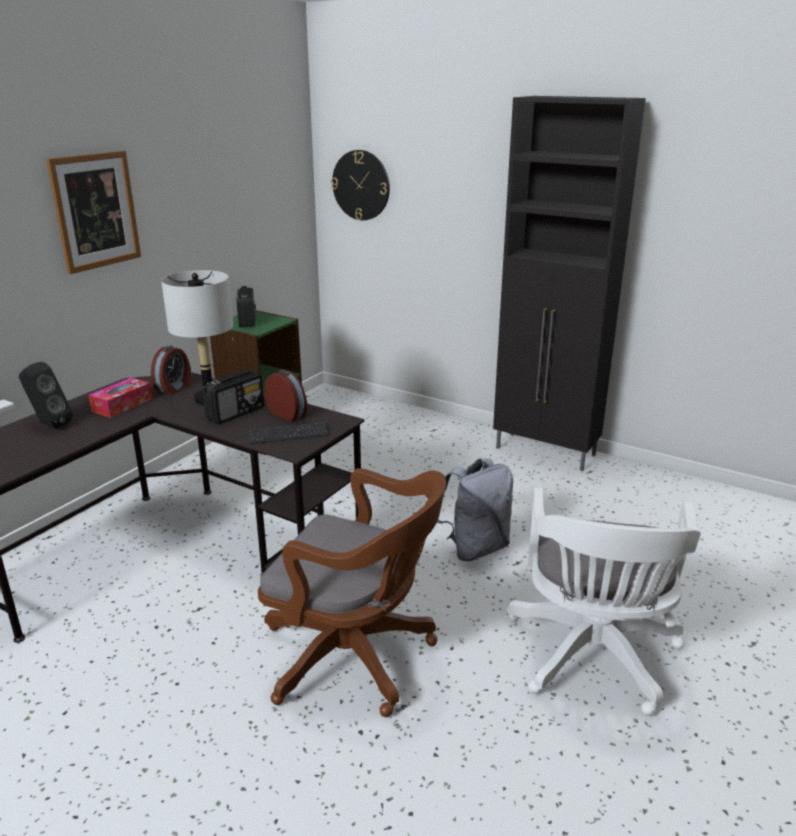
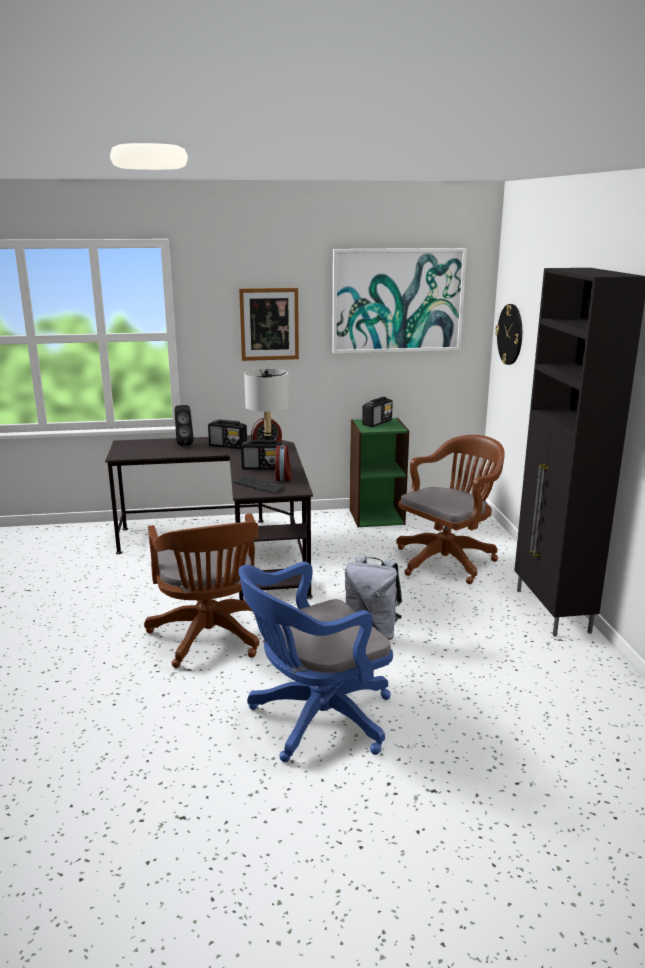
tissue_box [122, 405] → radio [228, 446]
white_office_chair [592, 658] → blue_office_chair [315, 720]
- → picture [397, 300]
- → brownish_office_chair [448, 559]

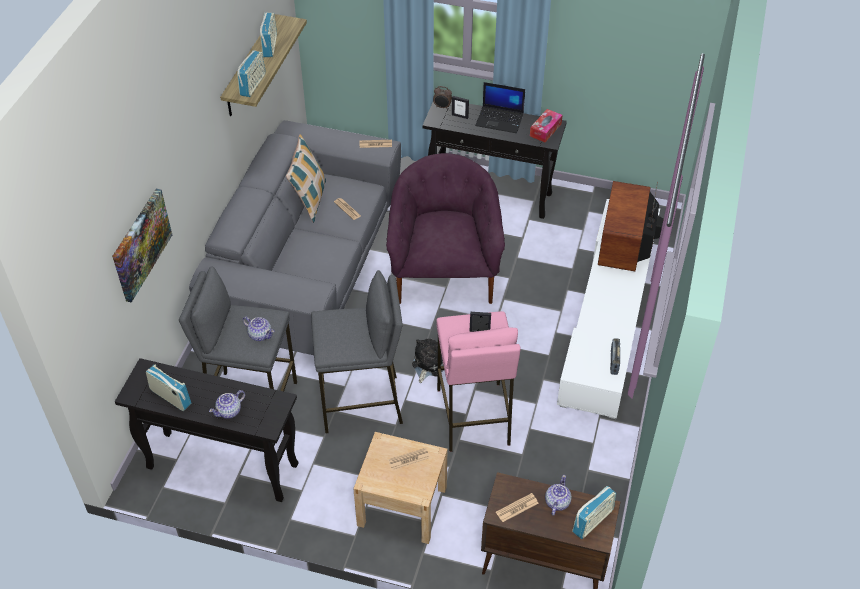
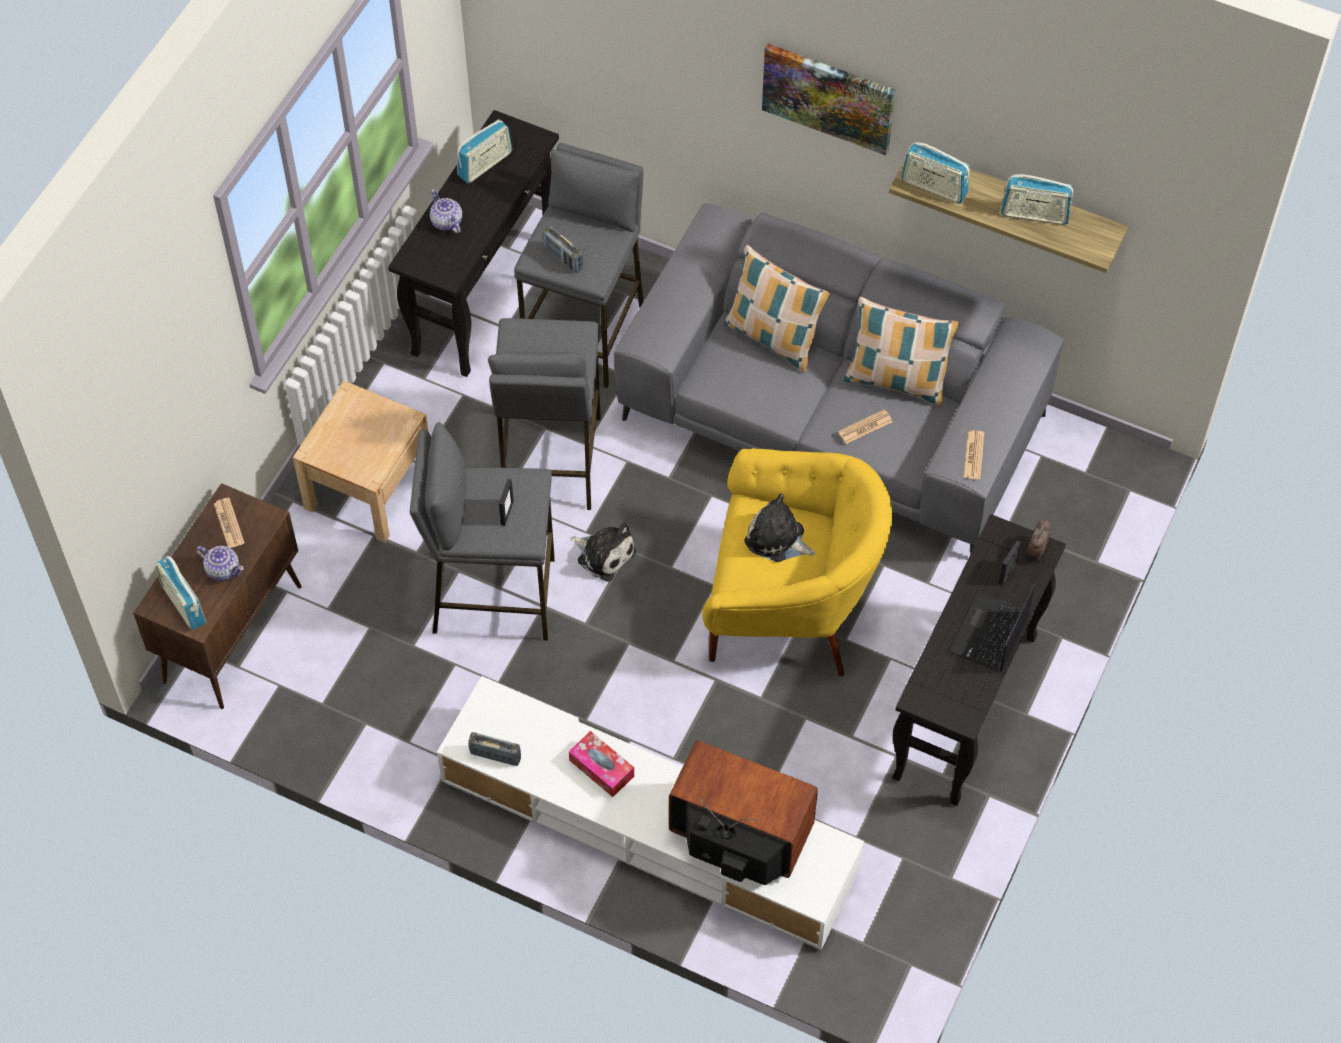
tissue_box [545, 130] → tissue_box [601, 768], shifted
purple_armchair [444, 272] → yellowish_armchair [788, 604]
picture [141, 244] → picture [828, 97], shifted
pink-coloured_stool_seat [473, 417] → greyish_stool_seat [493, 595]
tea_pot [260, 334] → radio [563, 258]
newspaper [409, 459] → -
- → throw_pillow [773, 338]
- → soft_toy [777, 539]

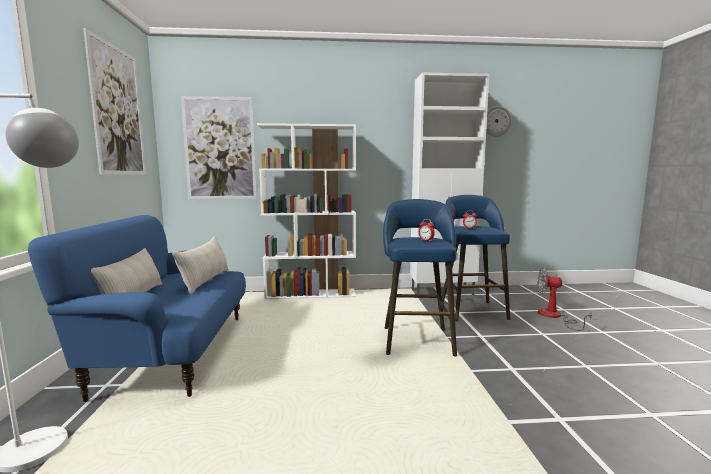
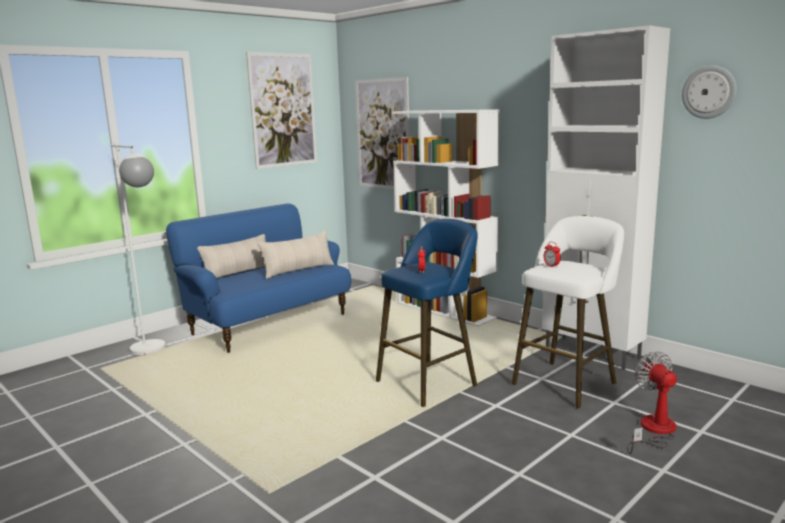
blue_stool_seat [471, 309] → white_stool_seat [567, 381]

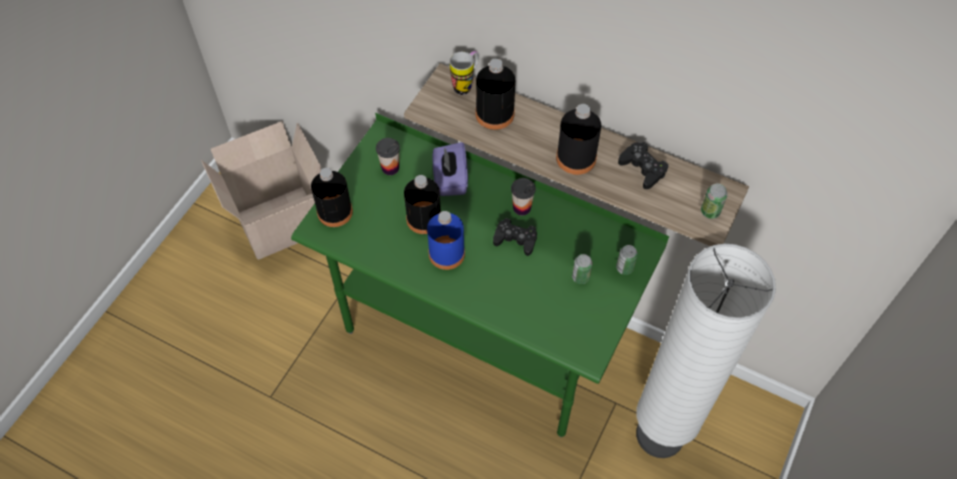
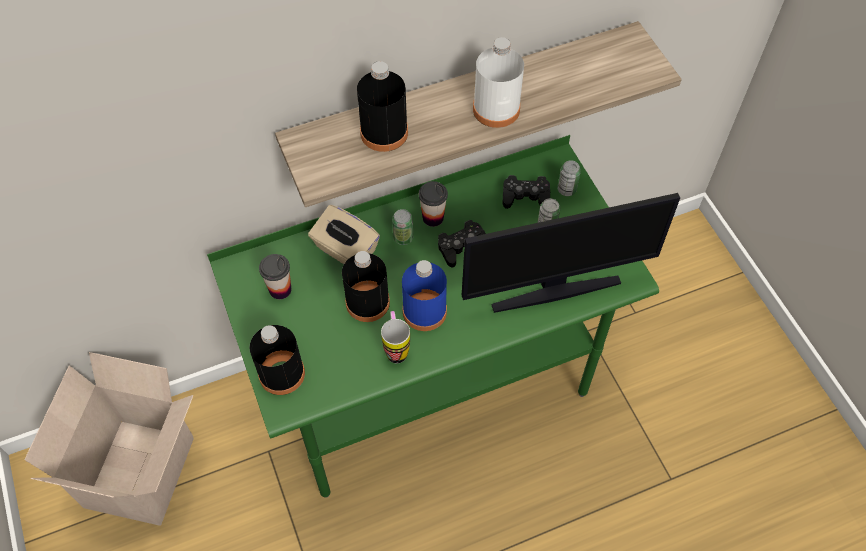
coffee_mug [466, 85] → coffee_mug [396, 348], shifted
black-coloured_drink_bottle [576, 158] → white_drink_bottle [496, 109]
purple_tissue_box [450, 179] → sand-coloured_tissue_box [345, 250]
black-coloured_joypad [642, 168] → black-coloured_joypad [525, 196], shifted
sealed_can [710, 211] → sealed_can [403, 238], shifted
white_standard_lamp [659, 434] → -
- → monitor [555, 290]

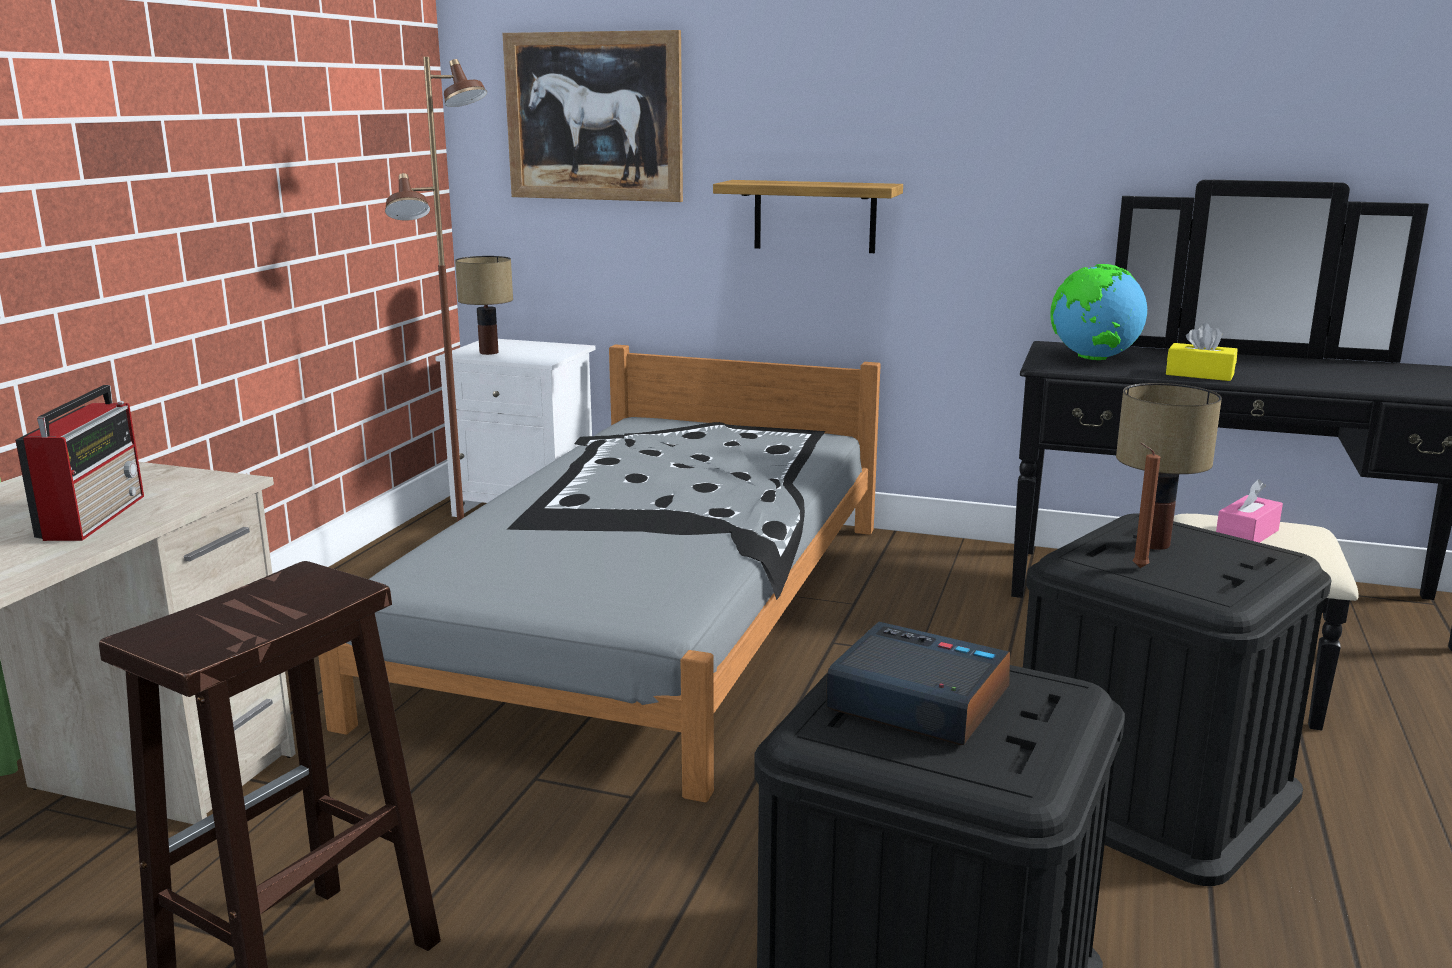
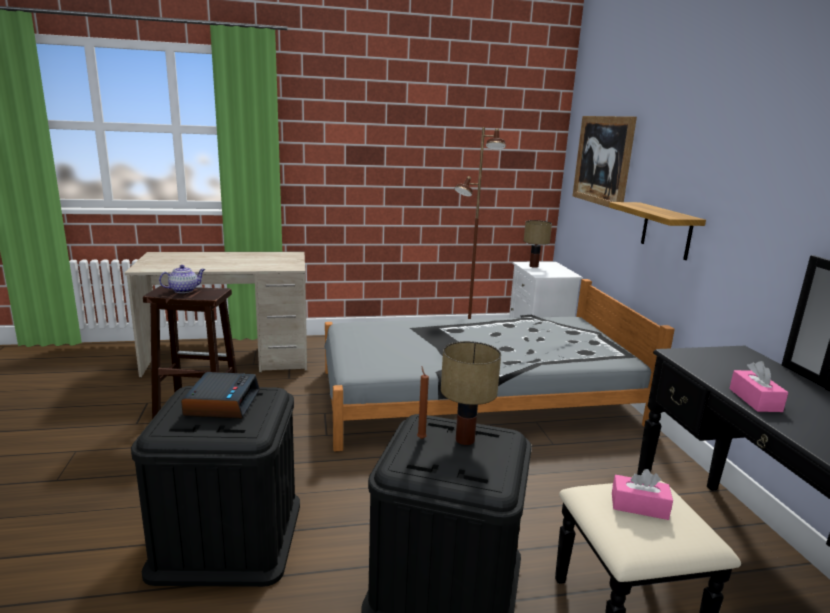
world_globe [1093, 359] → -
yellowish_tissue_box [1199, 374] → pink-coloured_tissue_box [755, 400]
radio [95, 516] → -
- → tea_pot [184, 290]

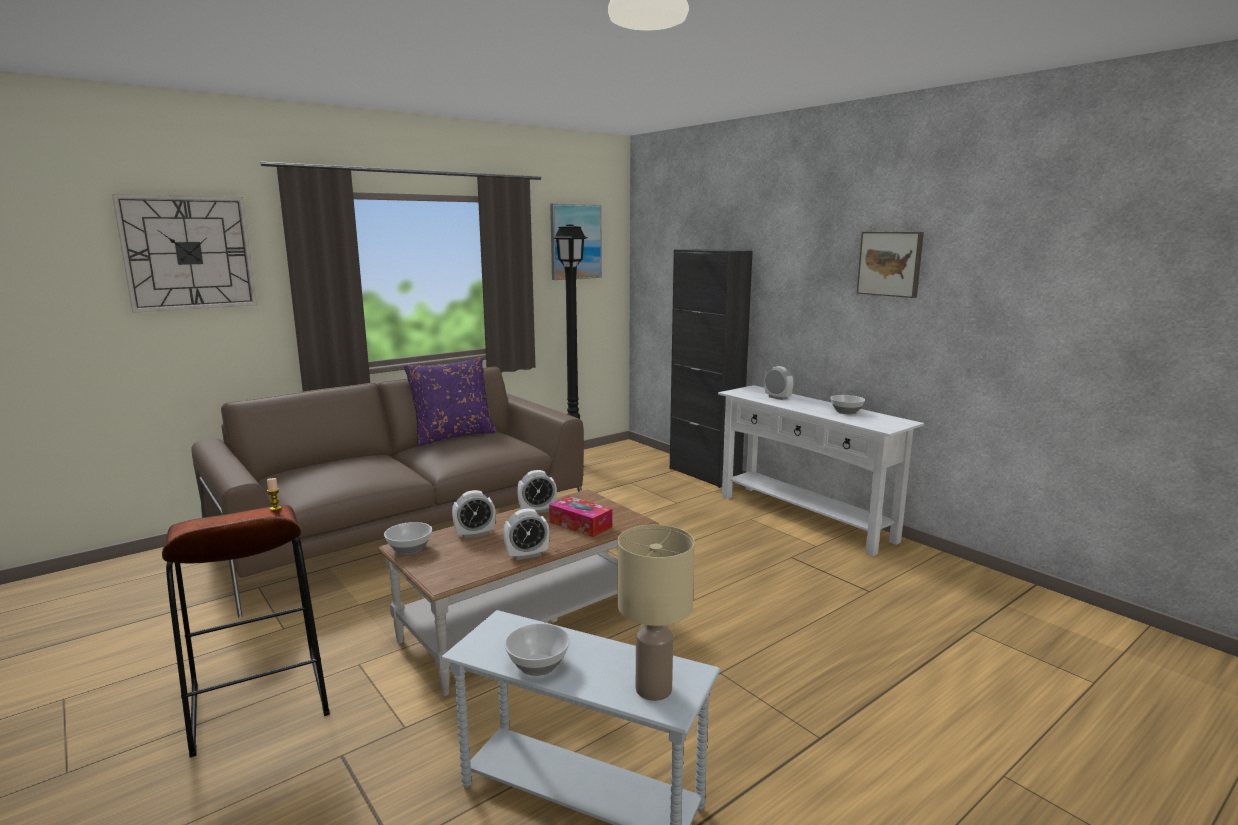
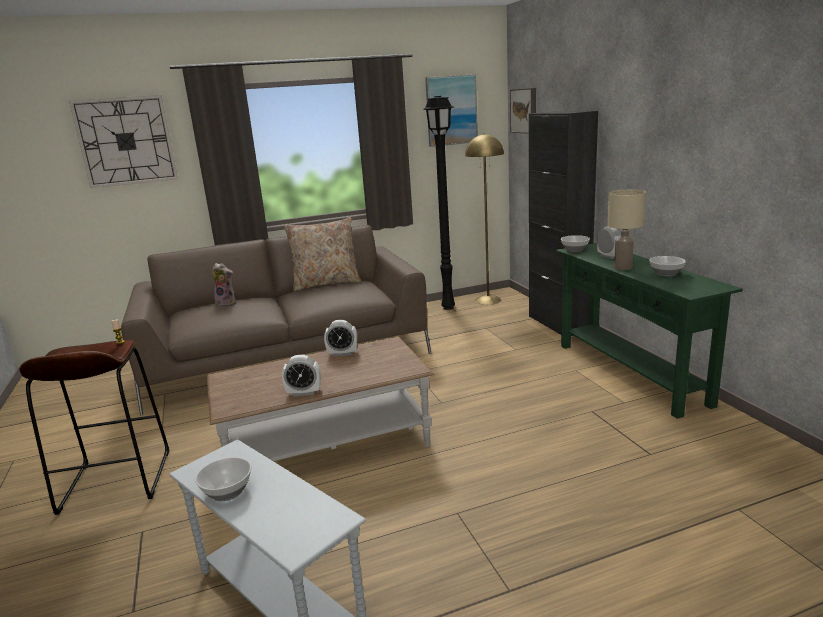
picture [890, 263] → picture [524, 111], shifted
purple_throw_pillow [453, 436] → sand-coloured_throw_pillow [326, 283]
white_hall_table [804, 517] → green_hall_table [630, 373]
bedside_clock [475, 534] → -
tissue_box [580, 524] → -
bowl [408, 549] → bowl [574, 250], shifted
sand-coloured_lamp_for_a_table [653, 688] → sand-coloured_lamp_for_a_table [622, 267], shifted
- → yellowish_standard_lamp [488, 300]
- → soft_toy [227, 303]

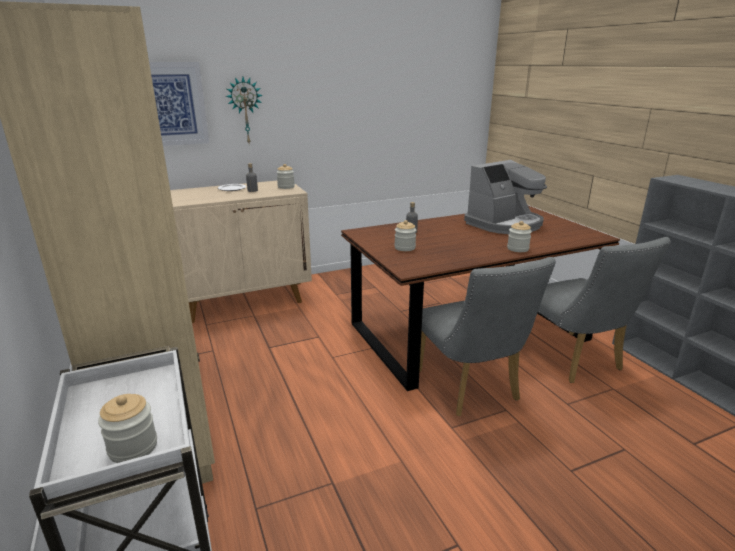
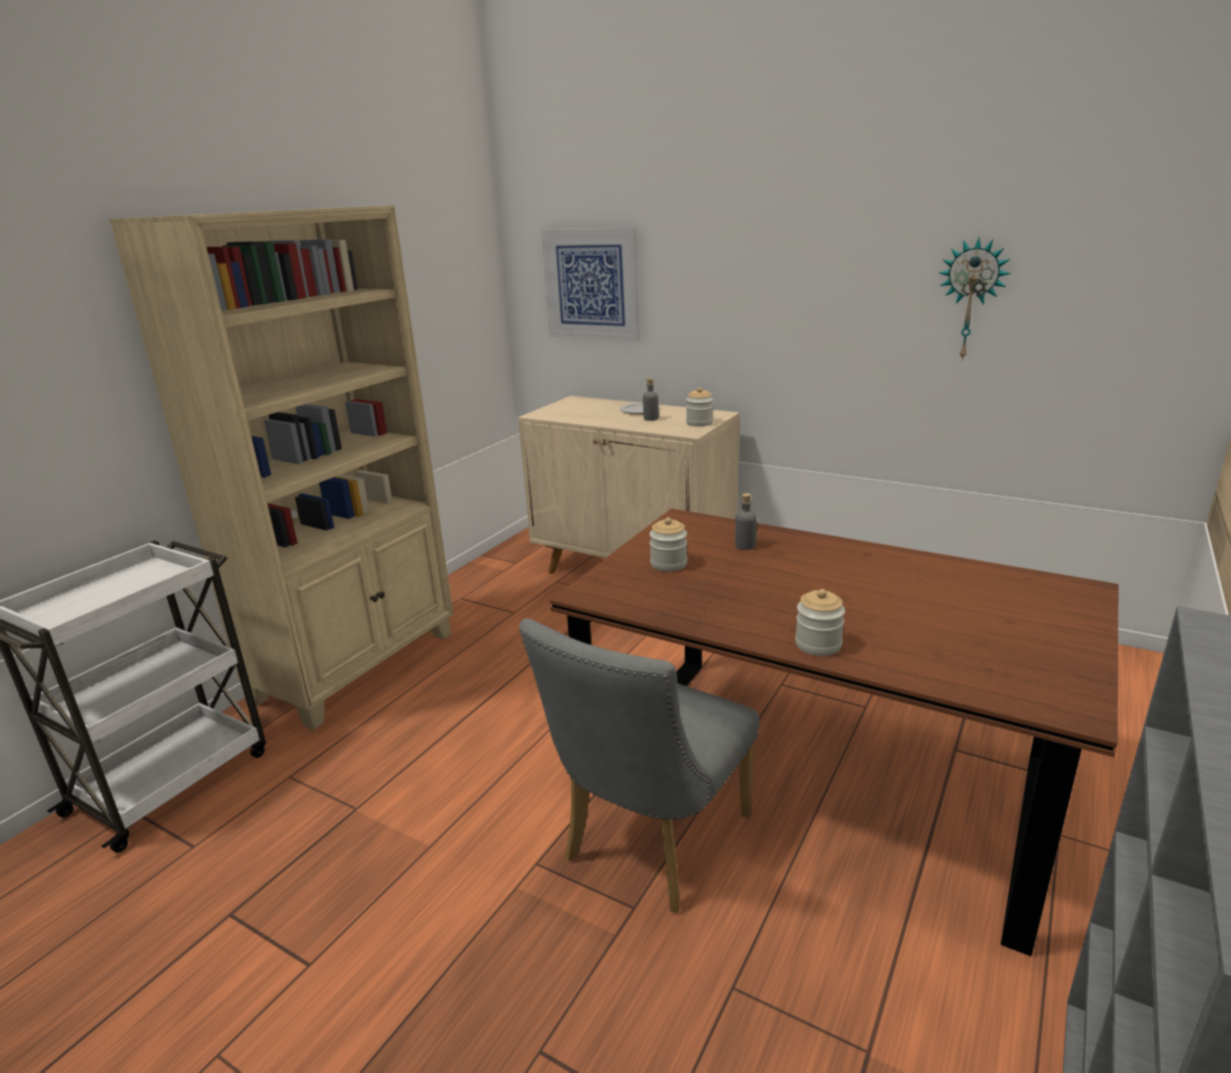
hanging_clock [245, 111] → hanging_clock [971, 300], shifted
coffee_brewer [504, 224] → -
greyish_plain_chair [575, 361] → -
storage_jar [133, 447] → -

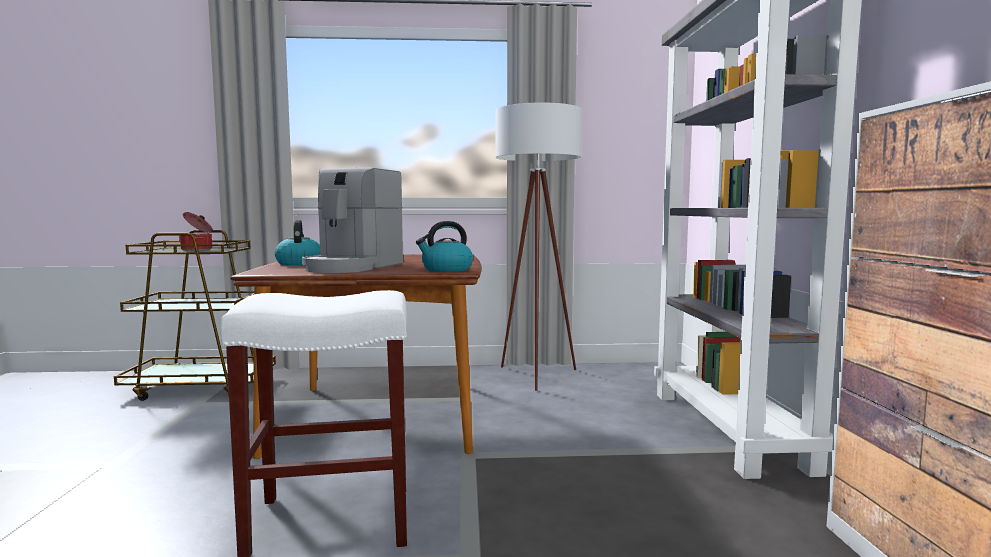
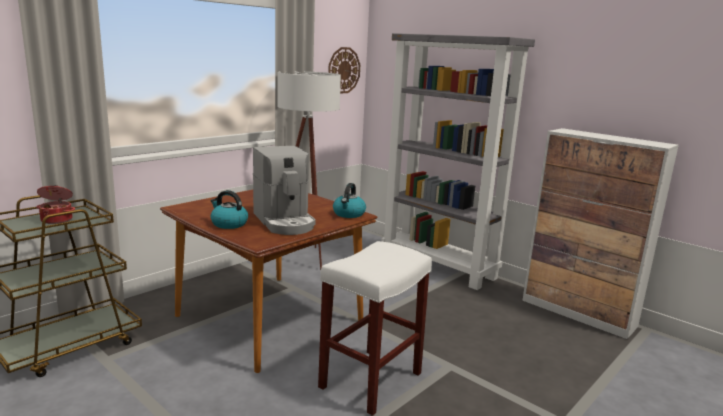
- → hanging_clock [344, 70]

